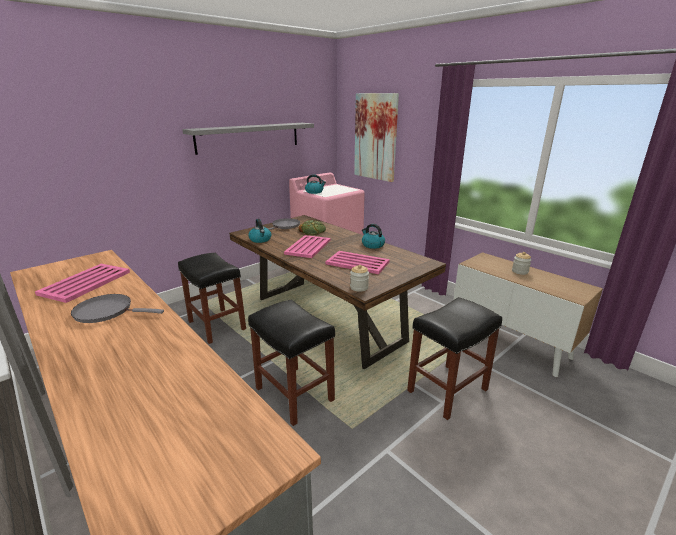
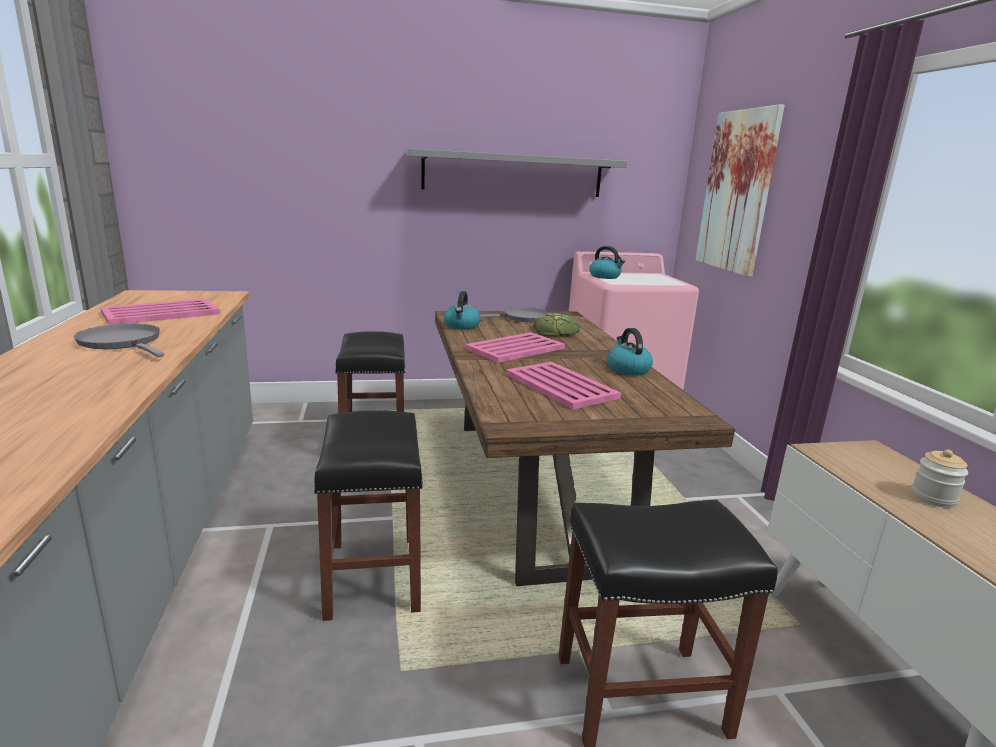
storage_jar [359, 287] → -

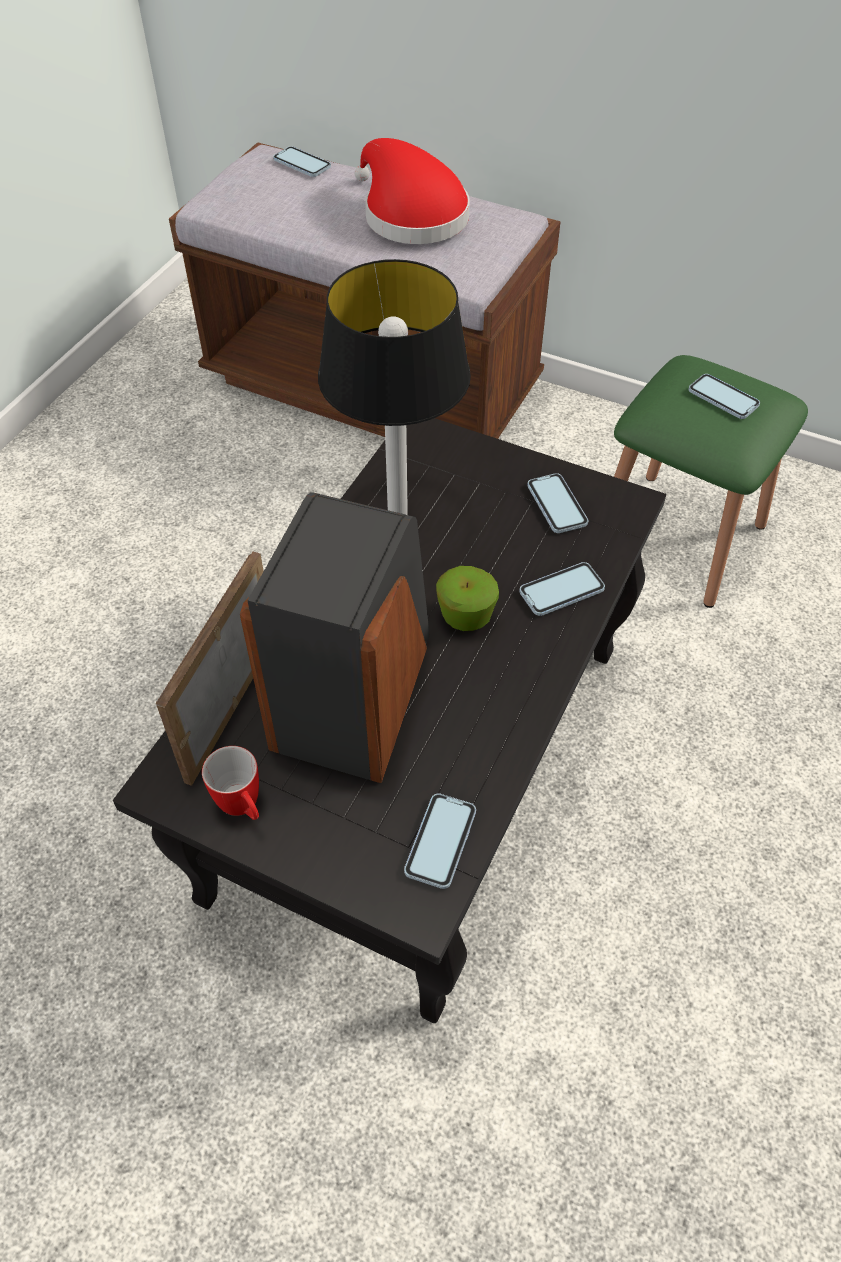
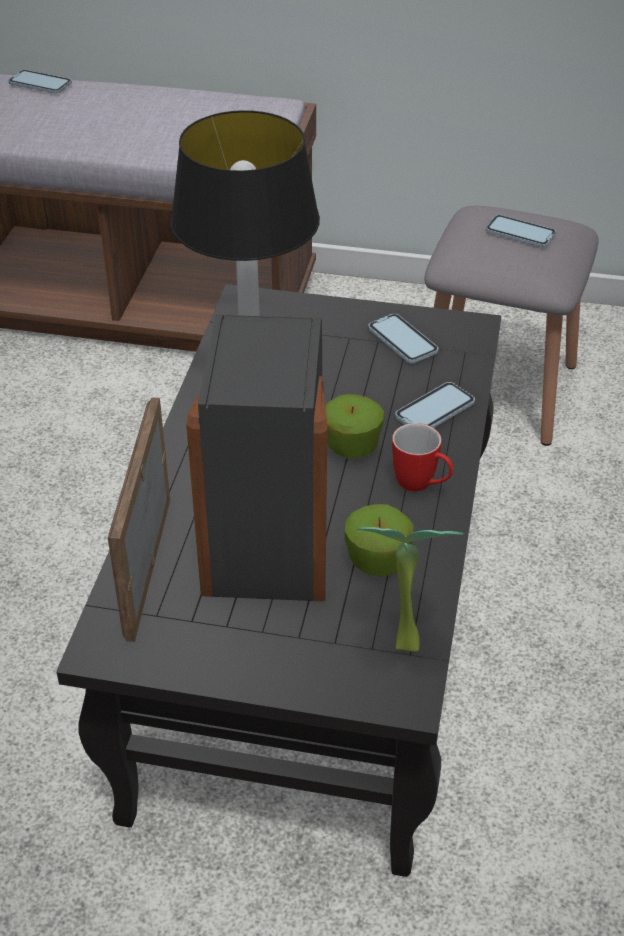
red-coloured_wearable_hat [410, 215] → -
green_stool_seat [678, 537] → greyish_stool_seat [496, 389]
coffee_mug [243, 808] → coffee_mug [421, 485], shifted
handset [440, 841] → houseplant [401, 637]
- → whole_apple [377, 561]

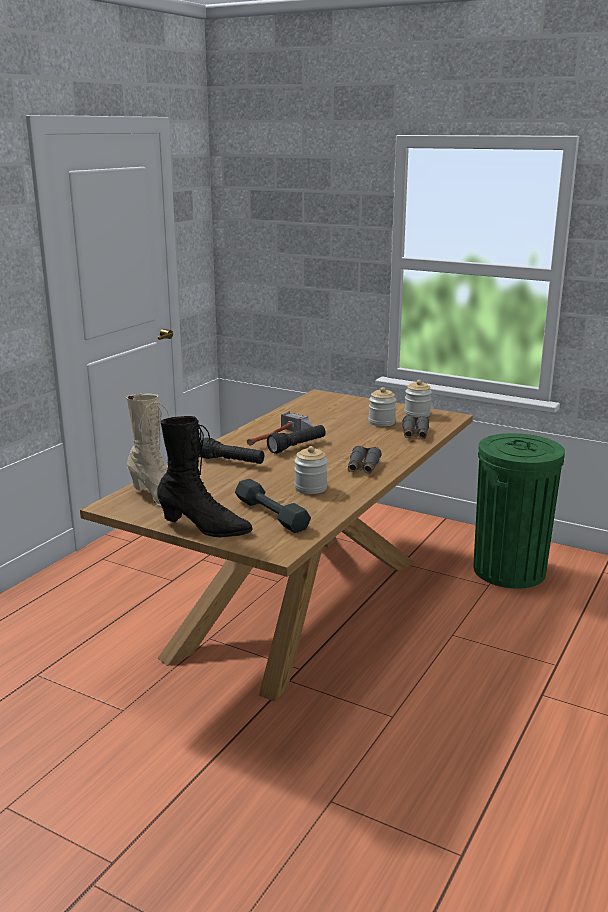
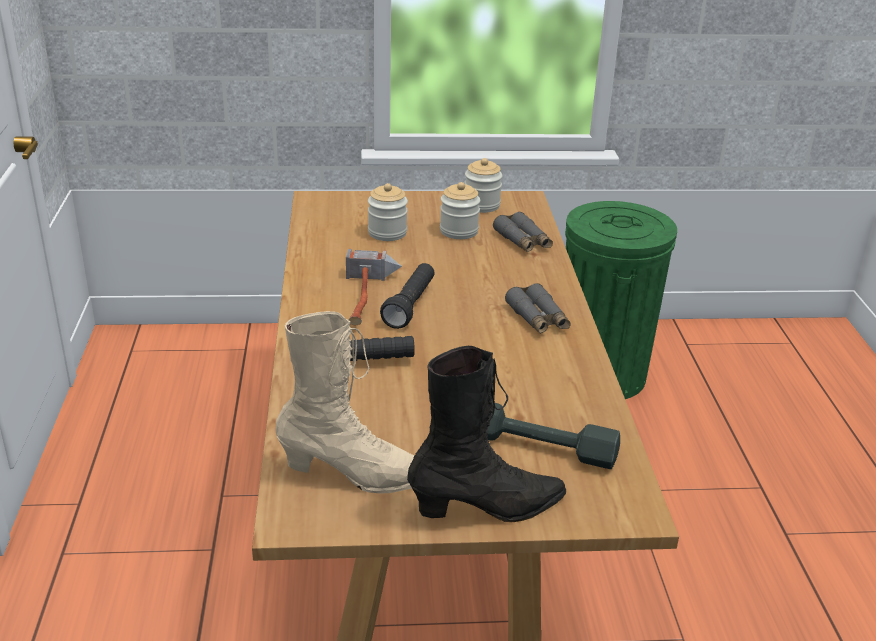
storage_jar [310, 488] → storage_jar [387, 233], shifted

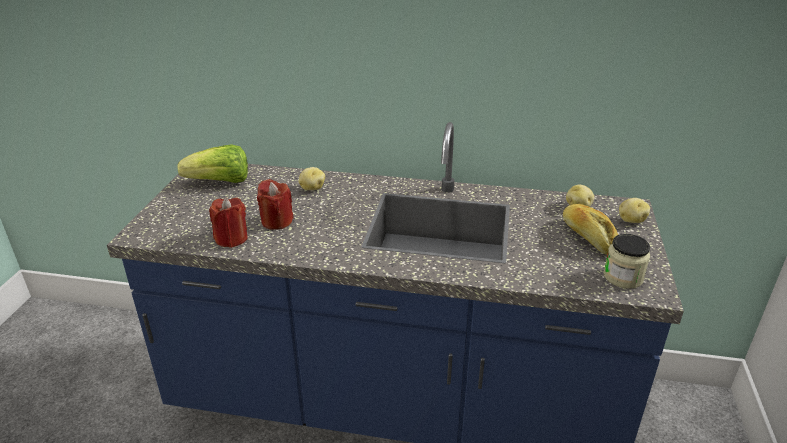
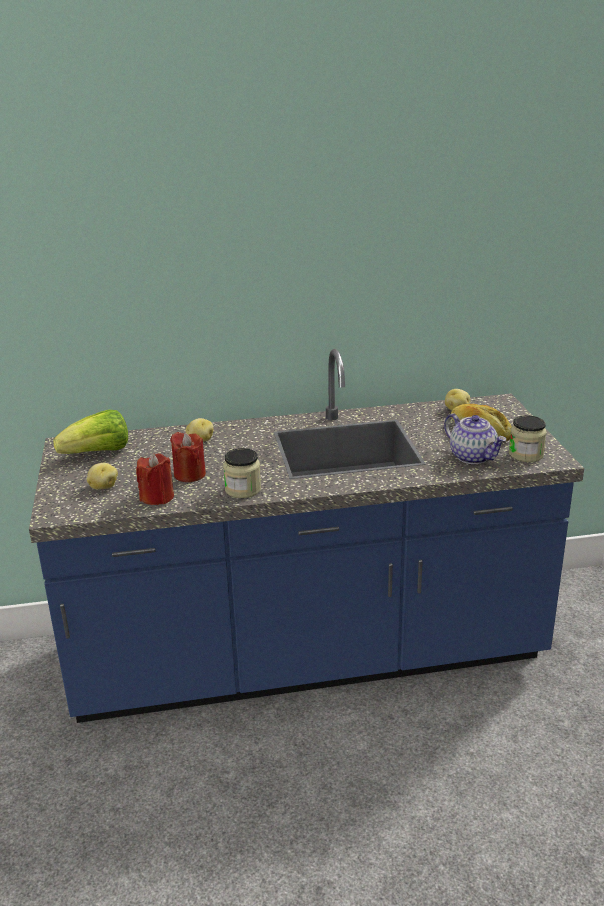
whole_potato [631, 220] → whole_potato [103, 487], shifted
- → tea_pot [473, 457]
- → storage_jar [243, 489]

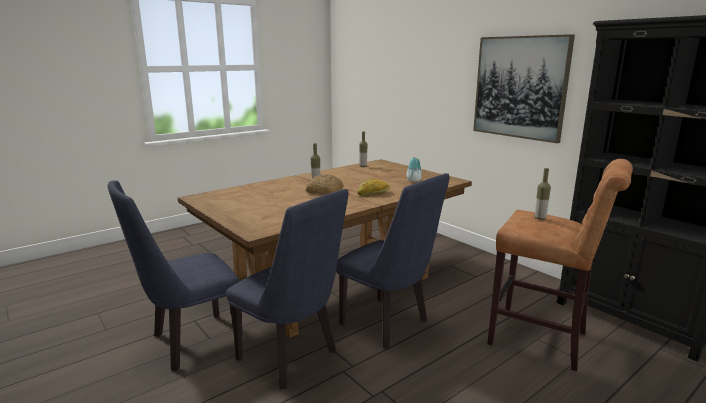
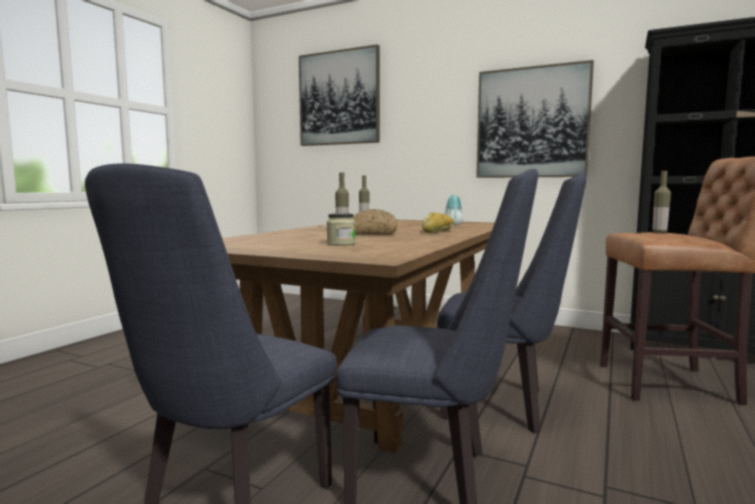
- → picture [339, 98]
- → storage_jar [341, 244]

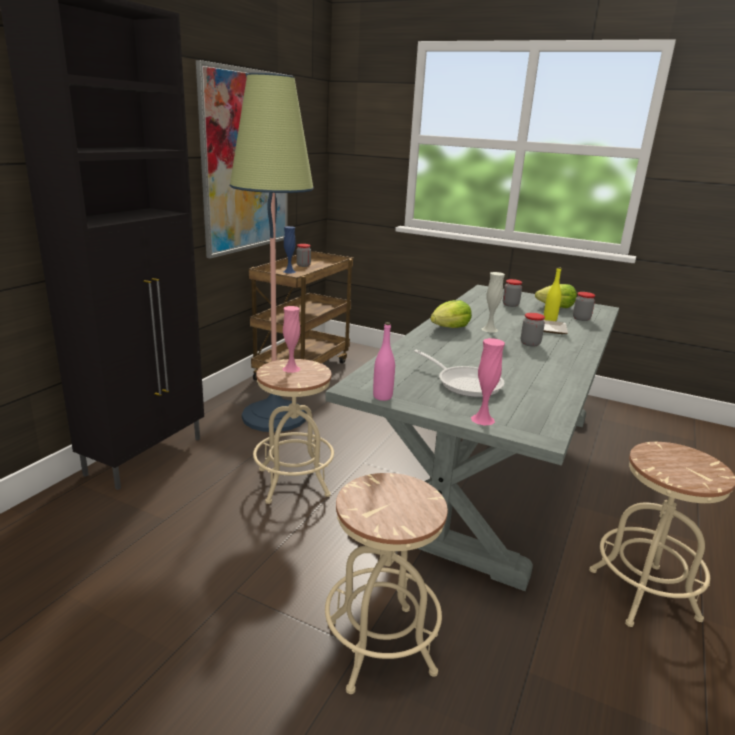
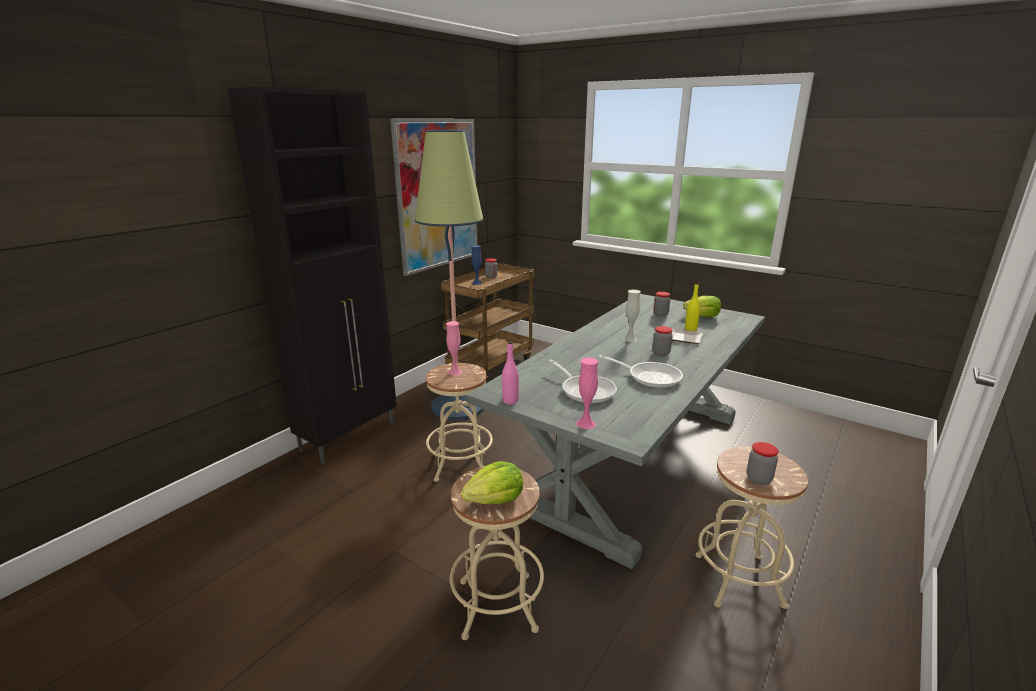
storage_jar [581, 319] → storage_jar [759, 479], shifted
lettuce_head [450, 328] → lettuce_head [495, 500], shifted
- → frying_pan [649, 377]

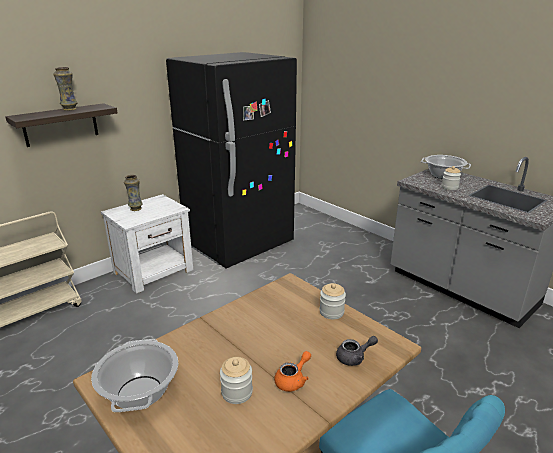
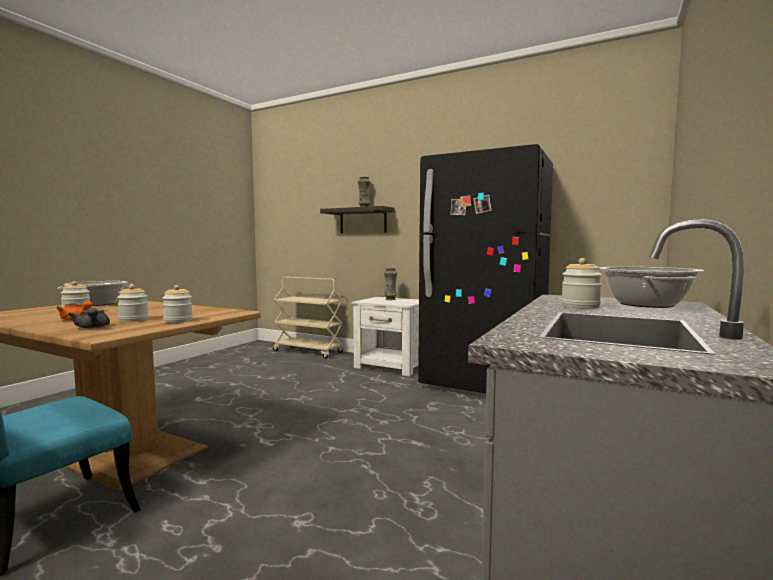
- → storage_jar [134, 319]

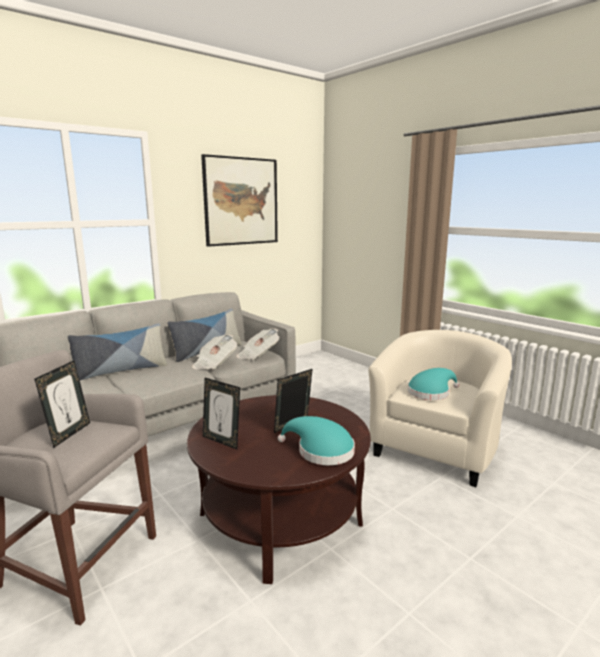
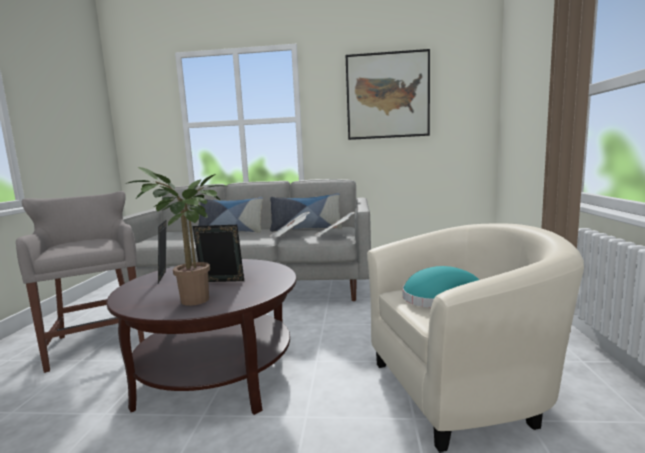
photo_frame [69, 434] → -
turquoise-coloured_wearable_hat [321, 451] → houseplant [191, 302]

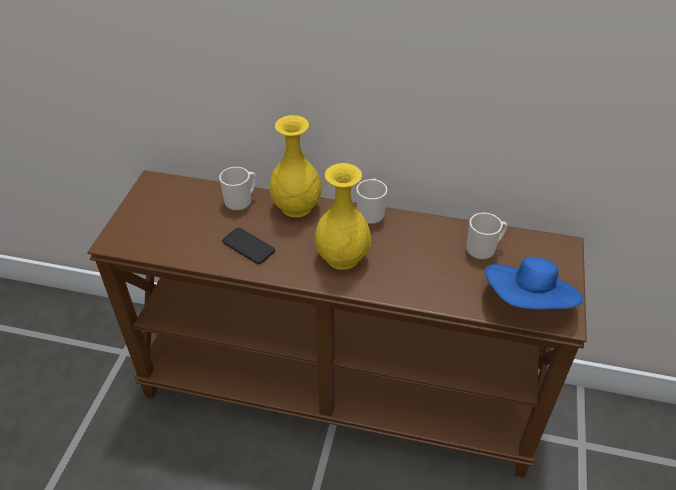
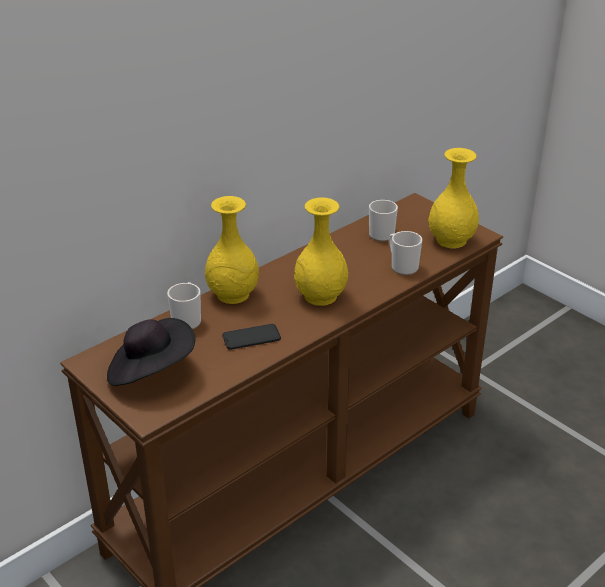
coffee_mug [371, 213] → coffee_mug [402, 266], shifted
blue_wearable_hat [528, 303] → yellowish_decorative_vase [451, 240]
- → black-coloured_wearable_hat [151, 371]

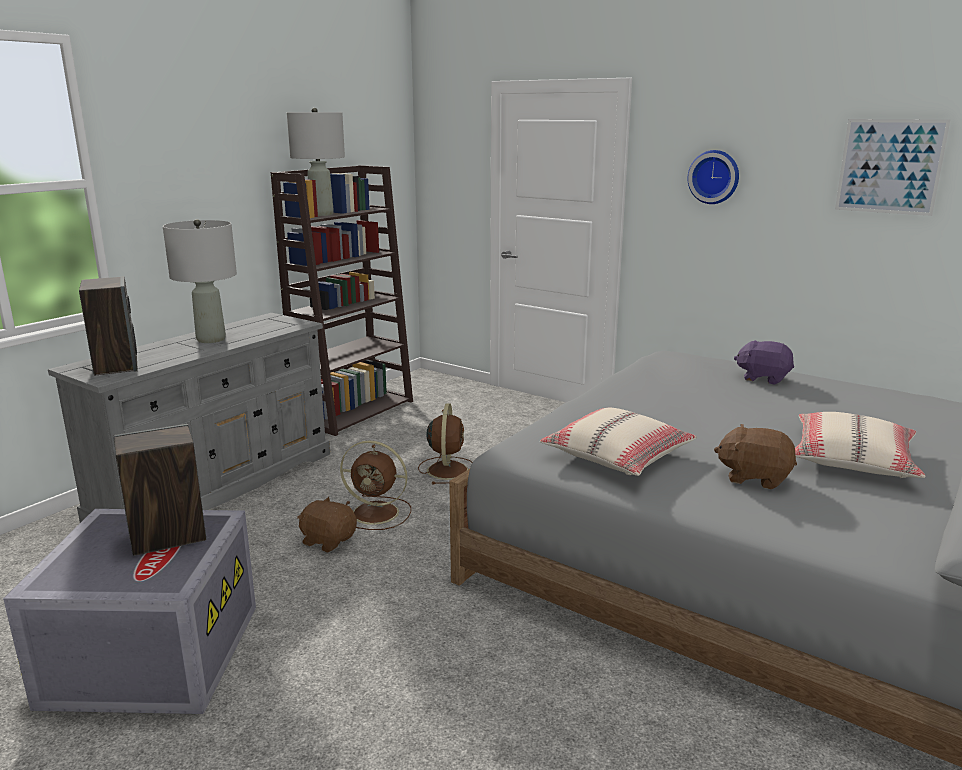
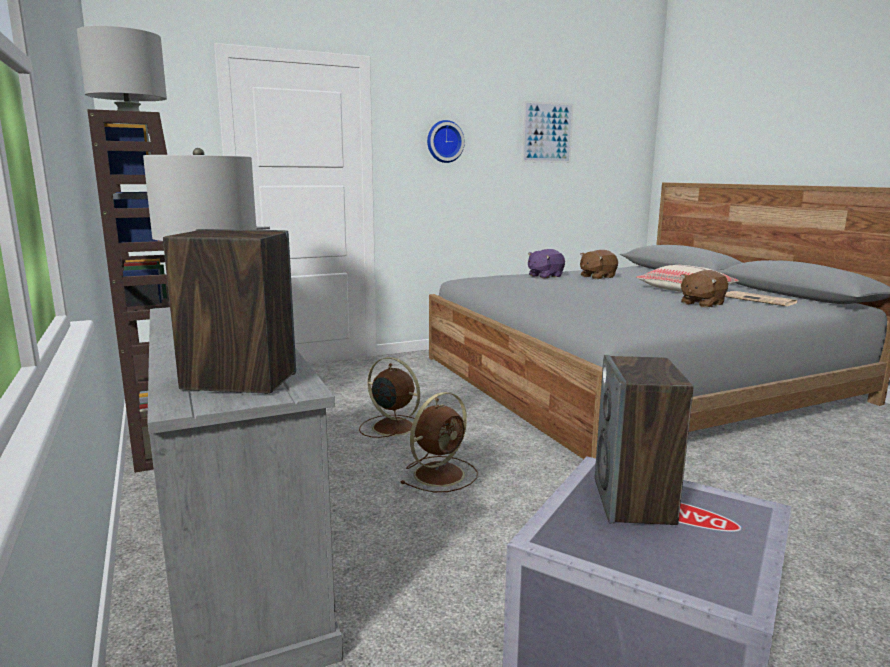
sand-coloured_throw_pillow [617, 456] → -
brownish_soft_toy [328, 541] → brownish_soft_toy [597, 277], shifted
- → newspaper [760, 300]

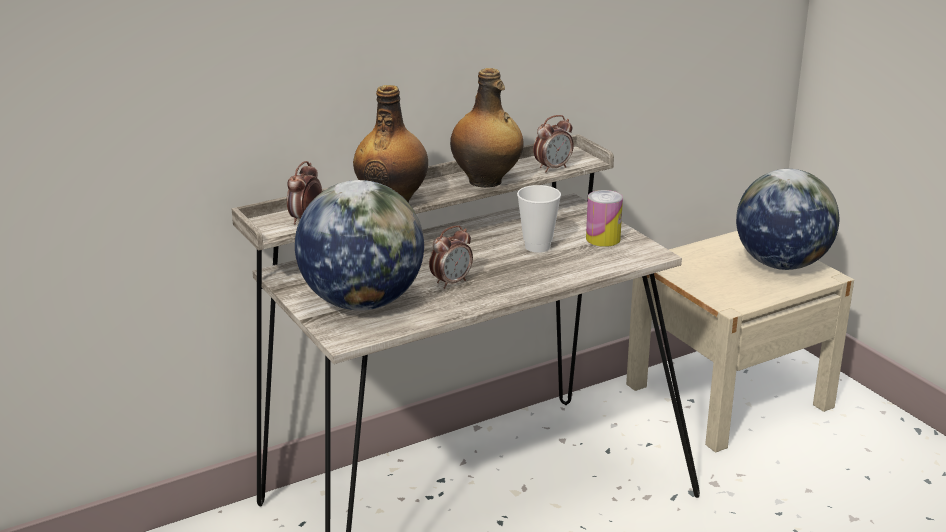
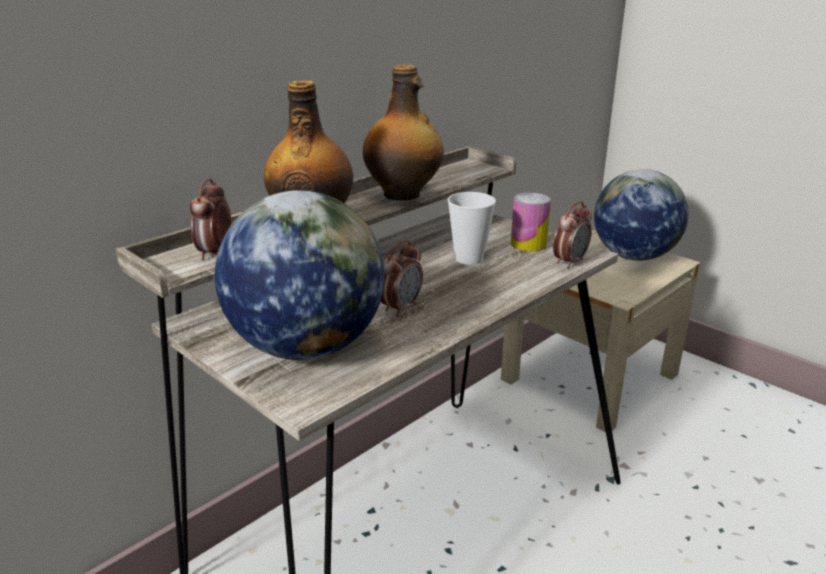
bedside_clock [553, 168] → bedside_clock [570, 262], shifted

